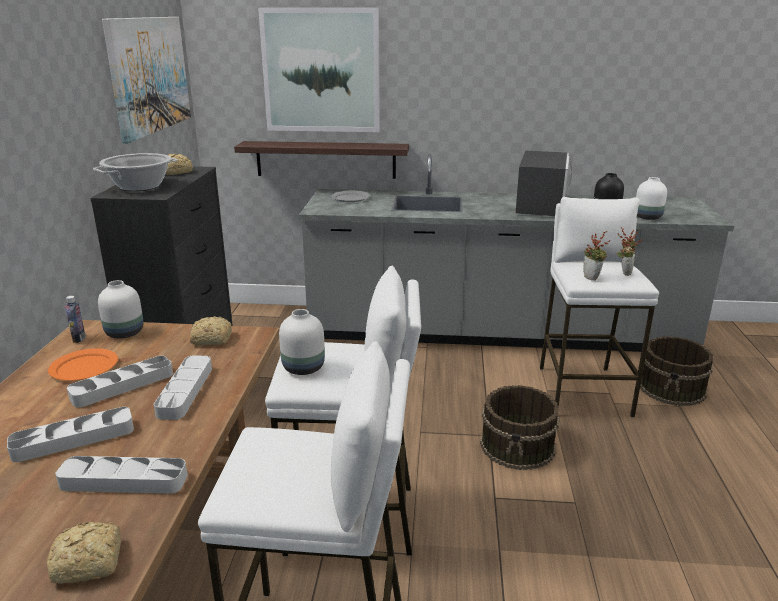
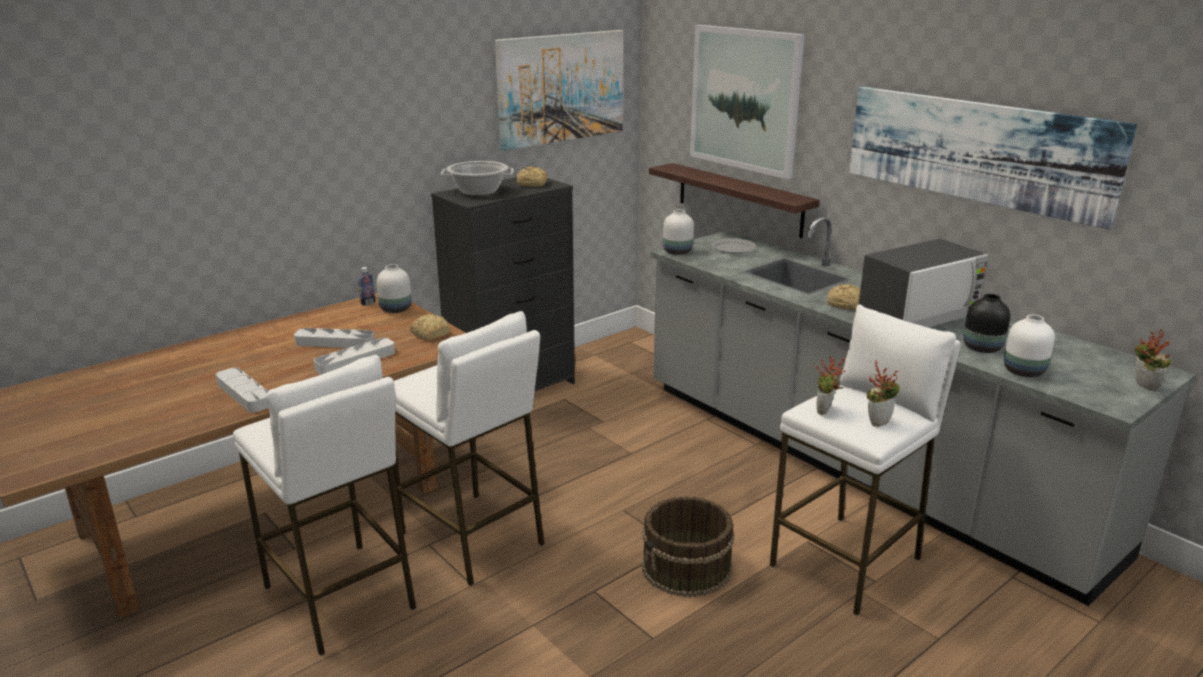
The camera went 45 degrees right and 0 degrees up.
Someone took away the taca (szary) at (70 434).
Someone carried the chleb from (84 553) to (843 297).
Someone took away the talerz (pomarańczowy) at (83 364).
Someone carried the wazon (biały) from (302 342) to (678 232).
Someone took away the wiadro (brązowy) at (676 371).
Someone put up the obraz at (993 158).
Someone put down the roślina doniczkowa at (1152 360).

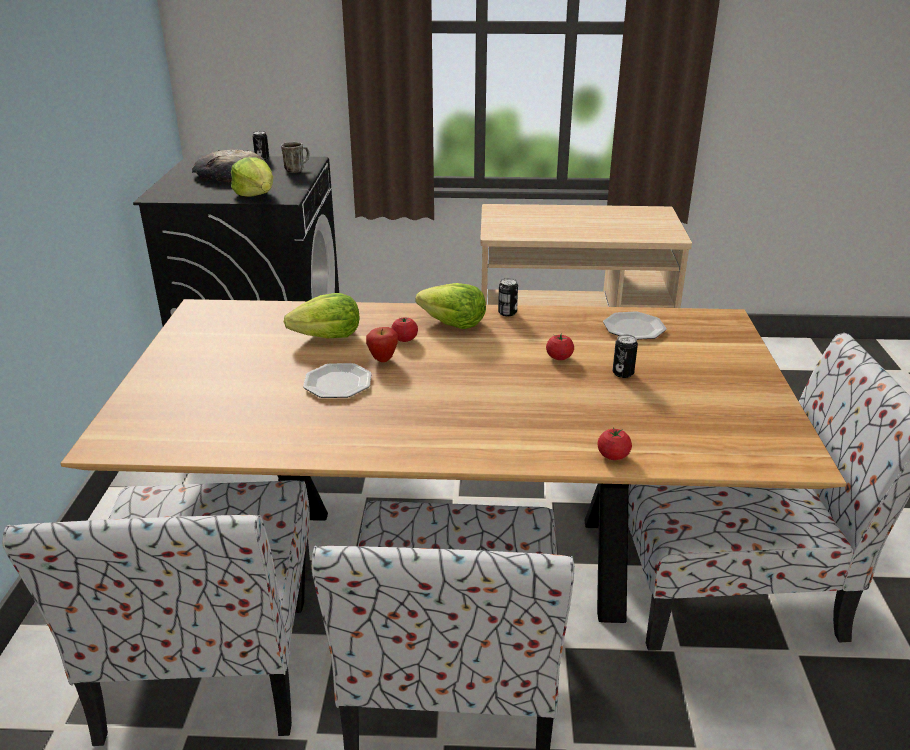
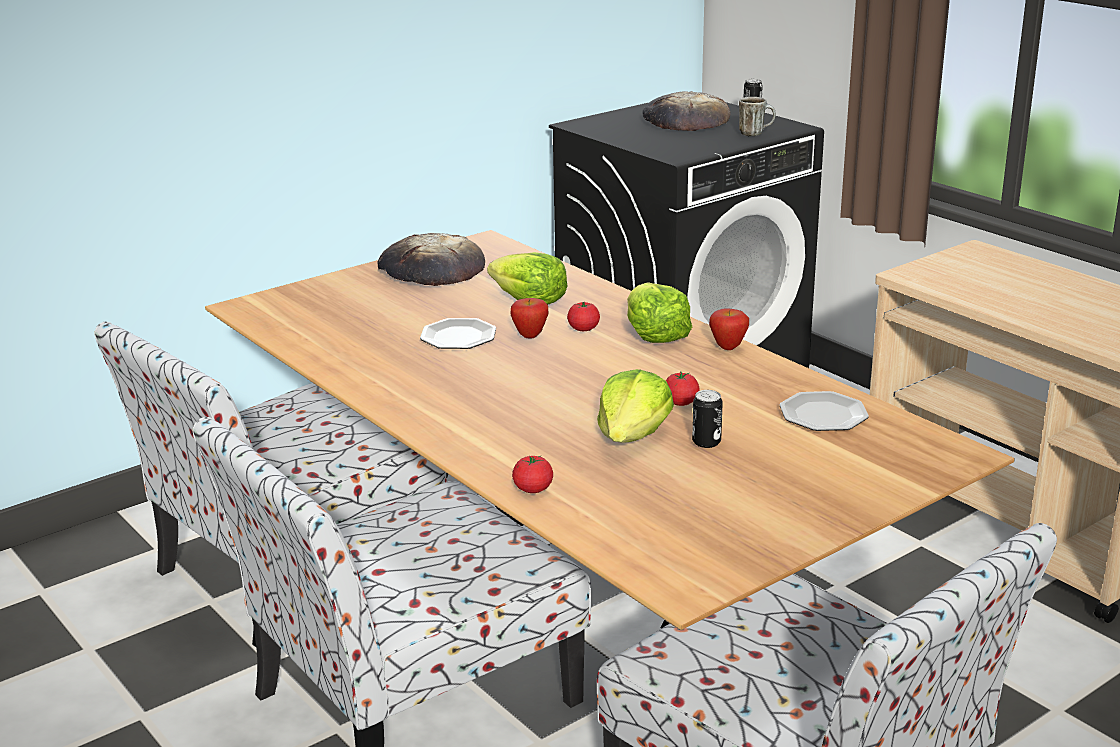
The camera went 50 degrees right and 5 degrees down.
Someone carried the sałata from (252 177) to (635 406).
Someone swapped the puszka at (508 297) for the jabłko at (729 329).
Someone put down the chleb at (431 259).

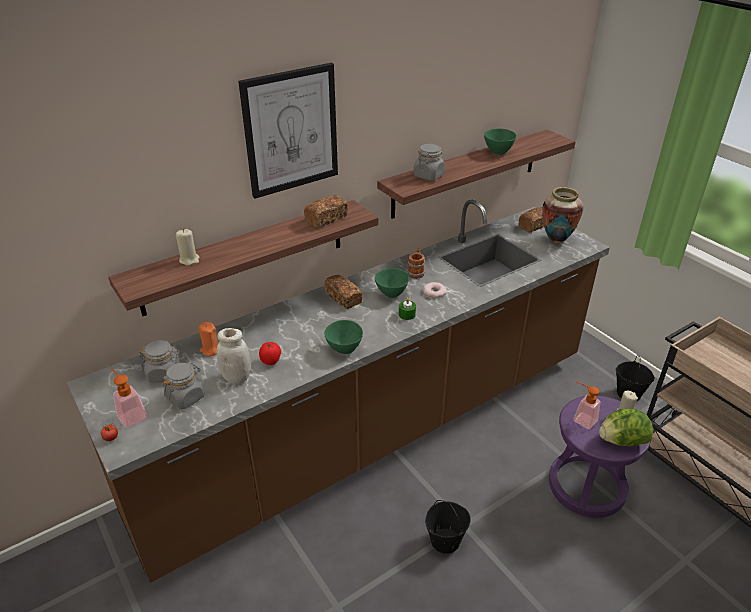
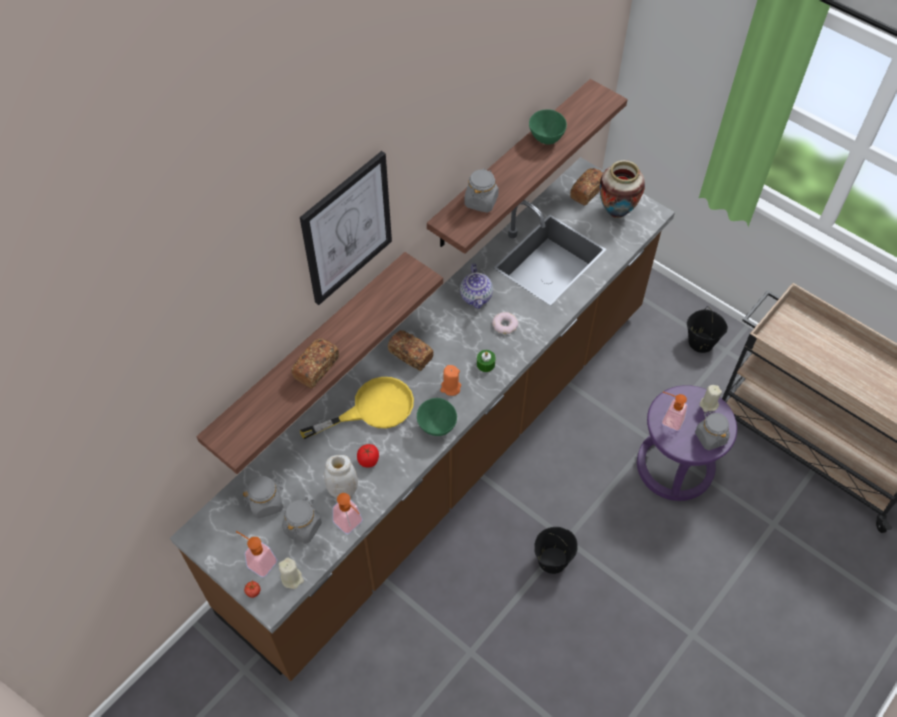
The camera went 15 degrees left and 20 degrees up.
Someone carried the świeca (beżowy) from (187 247) to (291 573).
Someone carried the świeca (pomarańczowy) from (208 339) to (450 380).
Someone carried the chleb from (326 211) to (315 363).
Someone took away the miska (zielony) at (392 283).
Someone swapped the kubek at (416 263) for the imbryk at (476 286).
Someone swapped the sałata at (626 427) for the słoik (szary) at (712 430).
Someone put down the patelnia (żółty) at (357 408).
Someone put down the dozownik mydła at (348 513).

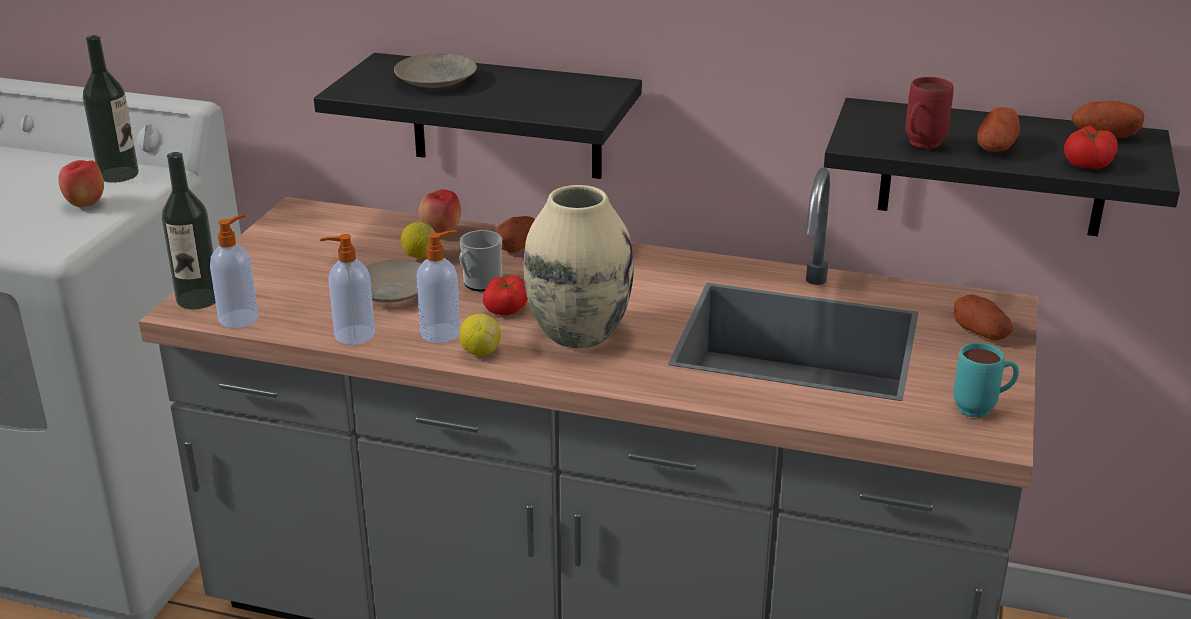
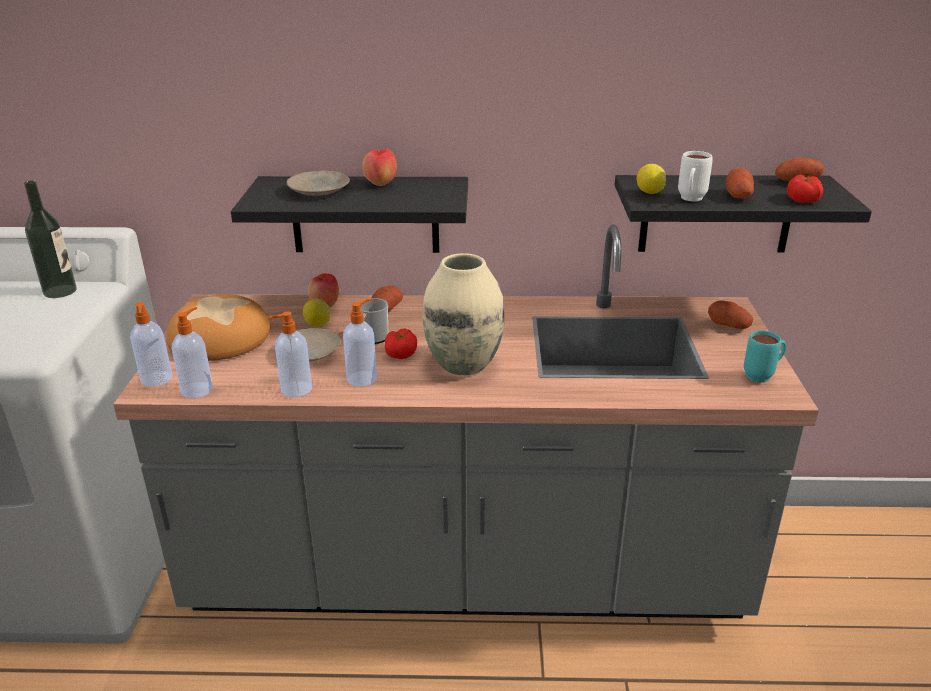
The camera went 15 degrees left and 0 degrees up.
Someone carried the jabłko from (81 183) to (379 167).
Someone swapped the butelka at (189 230) for the dozownik mydła at (151 344).
Someone carried the cytryna from (480 335) to (651 179).
Someone repainted the kubek (czerwony) at (929 113), which became the kubek (biały) at (695 176).
Someone put down the chleb at (218 327).

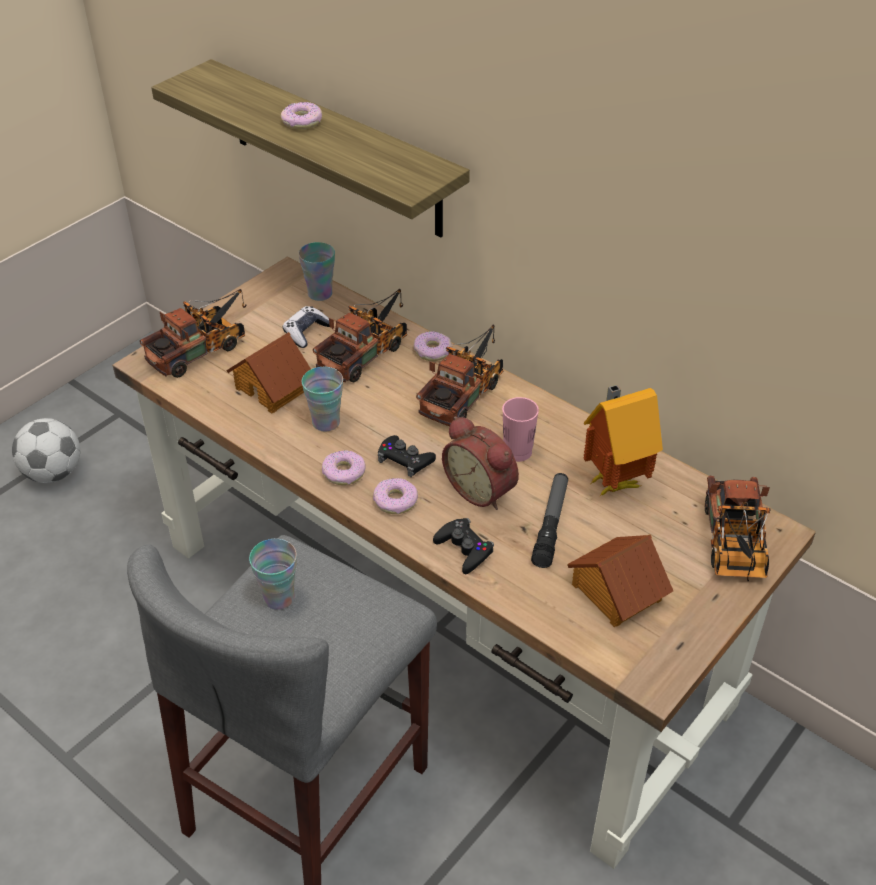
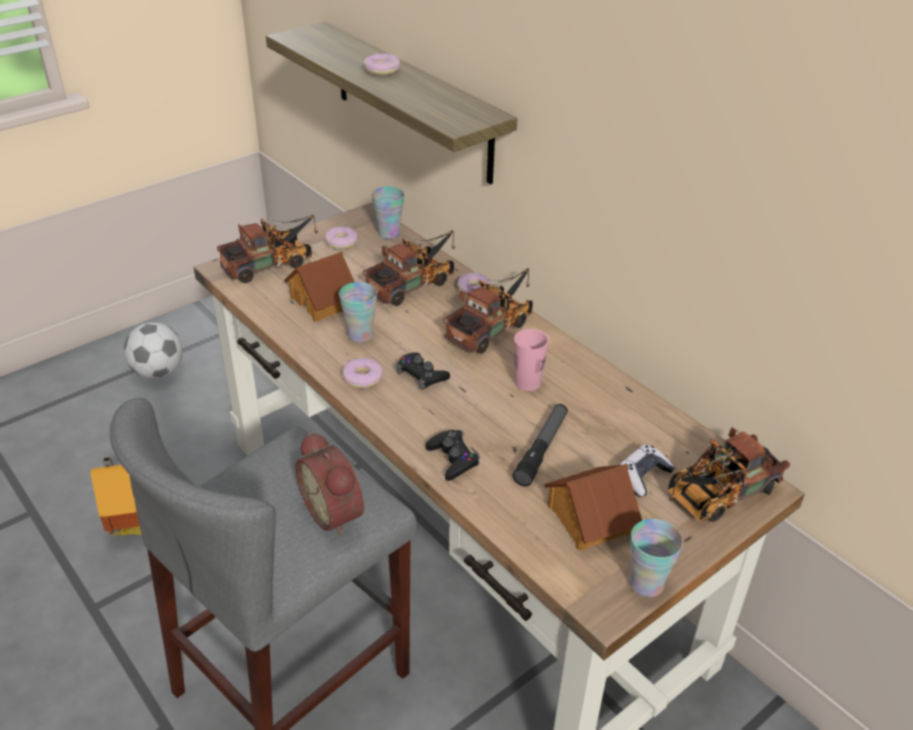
The camera went 10 degrees right and 5 degrees down.
Someone carried the filiżanka from (273 574) to (656 558).
Someone carried the pad do gier from (306 327) to (647 470).
Someone carried the donut from (395 496) to (342 238).
Someone carried the budzik from (480 463) to (330 484).
Someone carried the domek from (623 441) to (116 496).
Someone rotated the ciężarówka zabawkowa at (738 528) by 45 degrees clockwise.

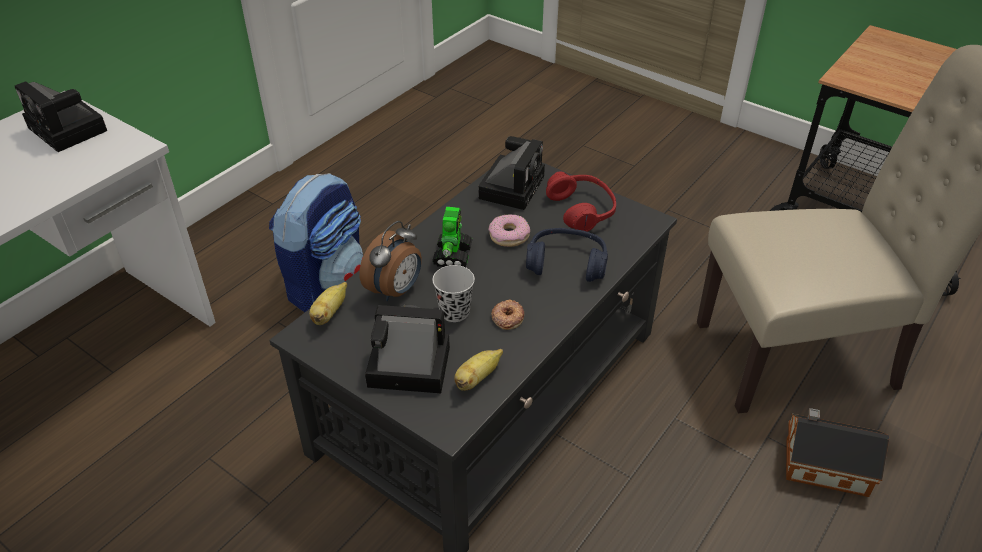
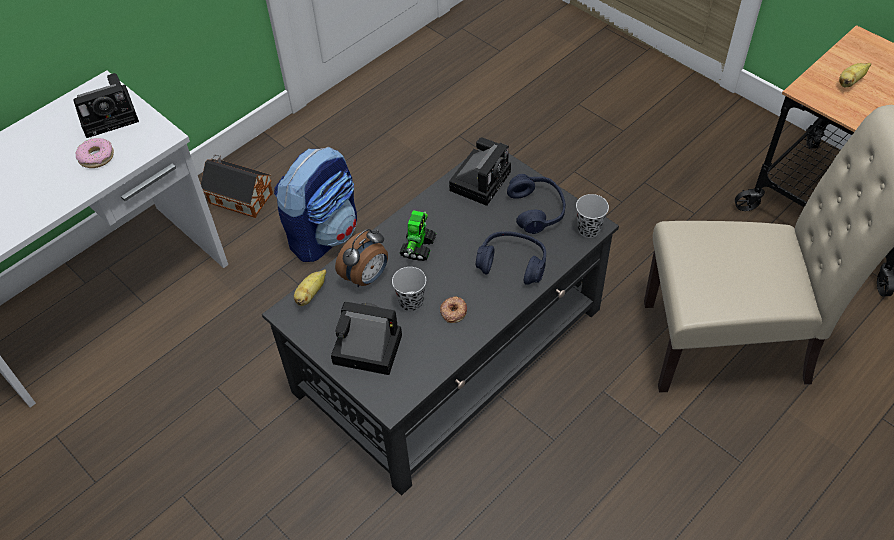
The camera went 10 degrees right and 10 degrees up.
Someone rotated the aparat fotograficzny at (61 116) by 75 degrees counterclockwise.
Someone carried the banan from (478 370) to (855 75).
Someone carried the donut from (509 230) to (95 153).
Someone repainted the słuchawki (czerwony) at (581 202), which became the słuchawki (niebieski) at (536 204).
Someone carried the domek from (837 452) to (237 186).
Someone put down the filiżanka (czarny) at (592 216).

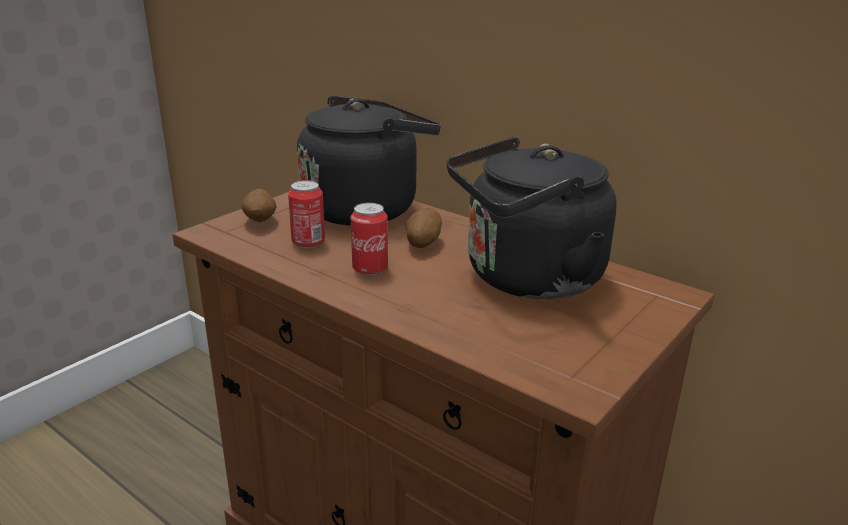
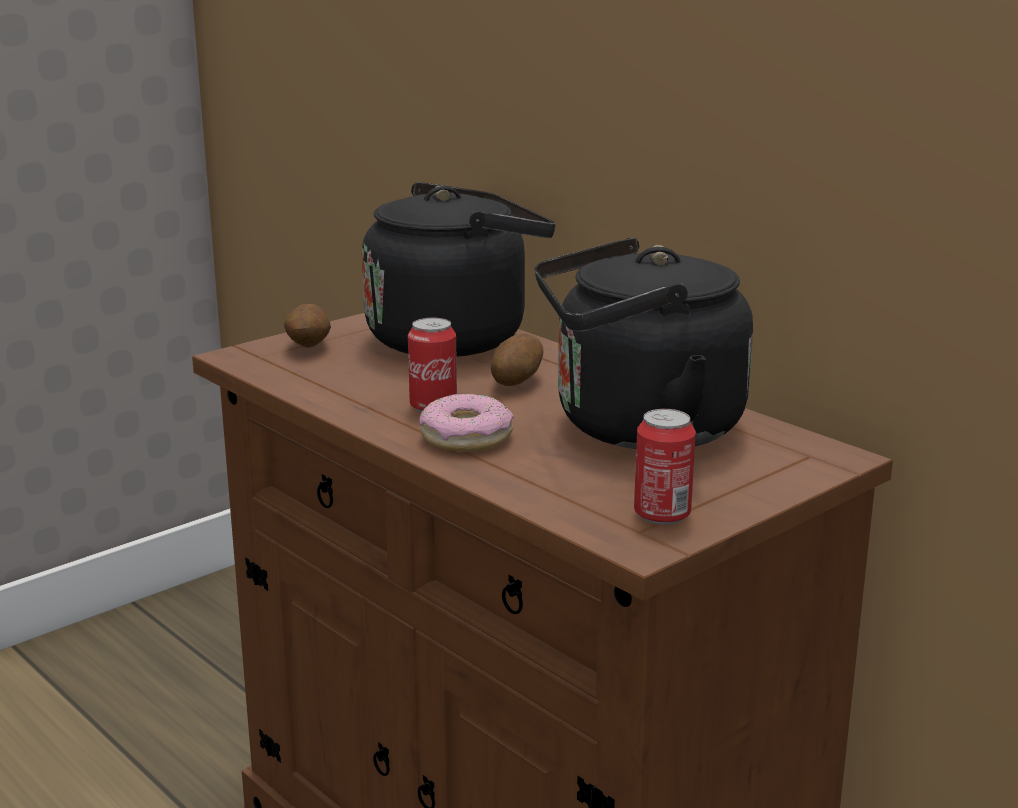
The camera went 10 degrees right and 5 degrees down.
Someone carried the puszka from (306 214) to (665 467).
Someone put down the donut at (467 423).

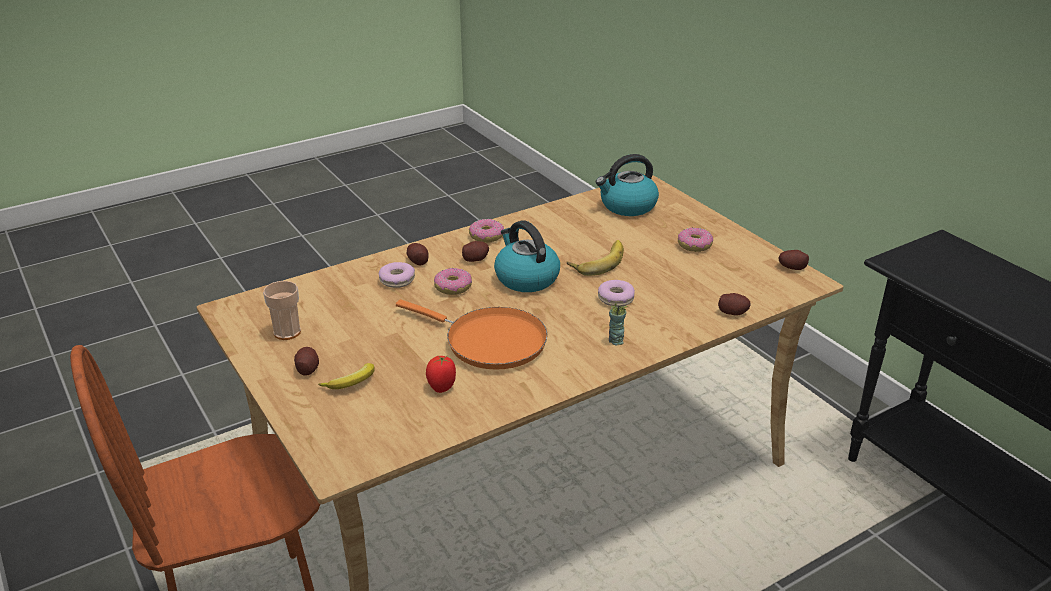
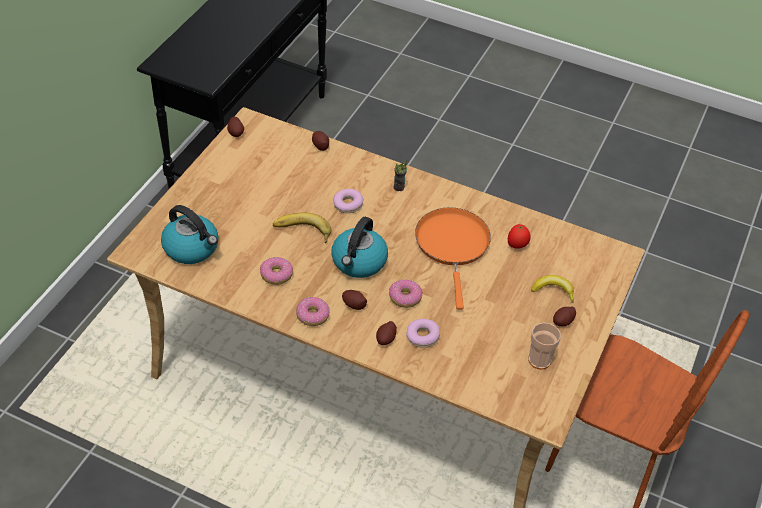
The camera went 125 degrees left and 15 degrees up.
Someone carried the donut from (695 240) to (276 271).

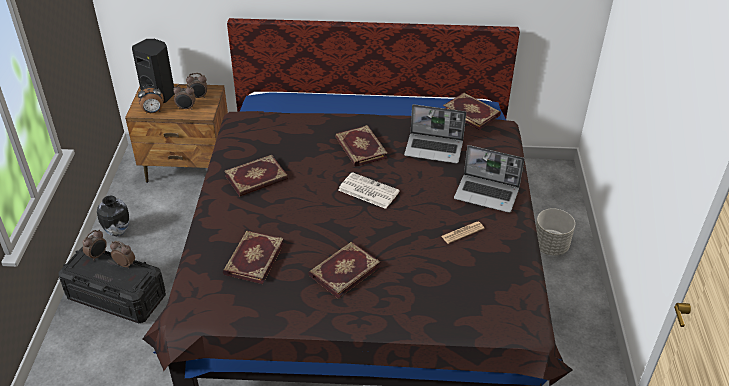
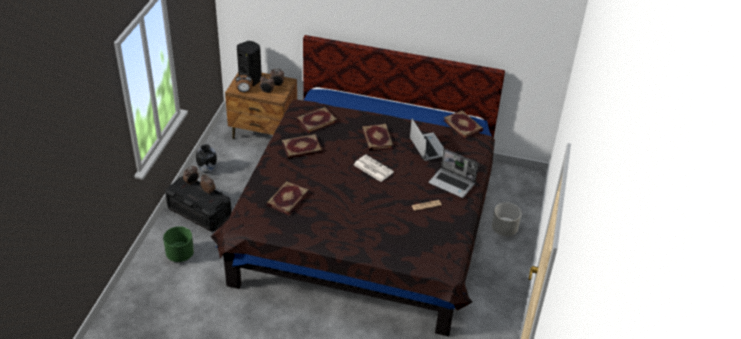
The camera went 10 degrees right and 0 degrees up.
Someone carried the książka from (344 270) to (317 120).
Someone rotated the laptop at (435 133) by 135 degrees counterclockwise.
Someone put down the donica (zielony) at (178 244).

